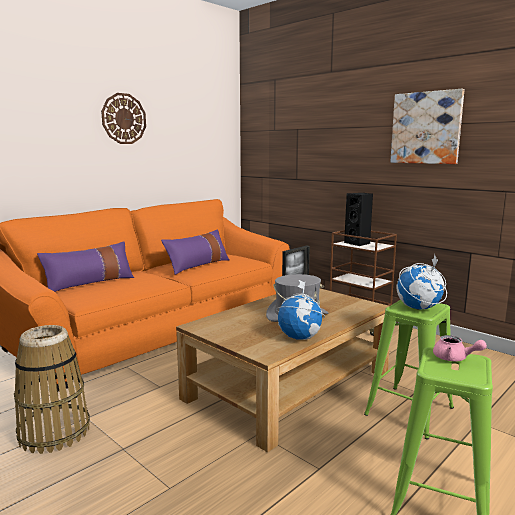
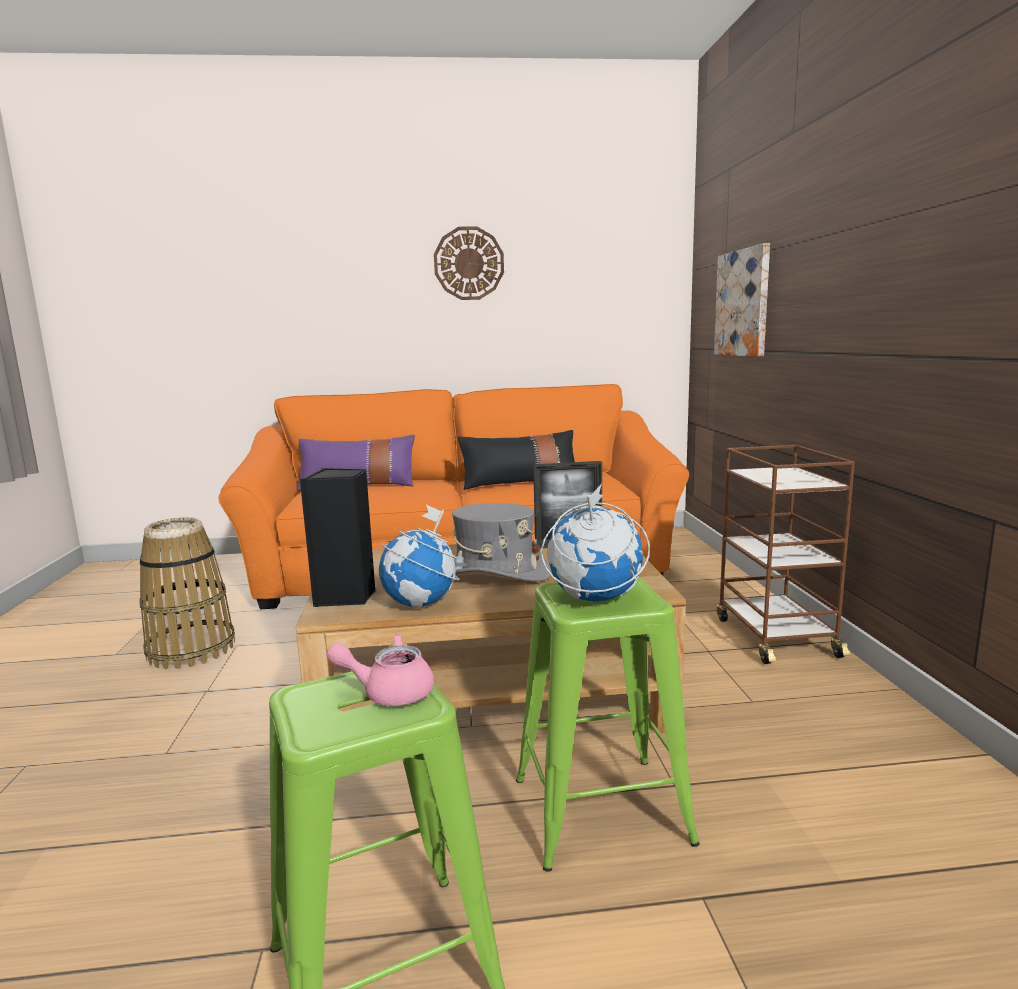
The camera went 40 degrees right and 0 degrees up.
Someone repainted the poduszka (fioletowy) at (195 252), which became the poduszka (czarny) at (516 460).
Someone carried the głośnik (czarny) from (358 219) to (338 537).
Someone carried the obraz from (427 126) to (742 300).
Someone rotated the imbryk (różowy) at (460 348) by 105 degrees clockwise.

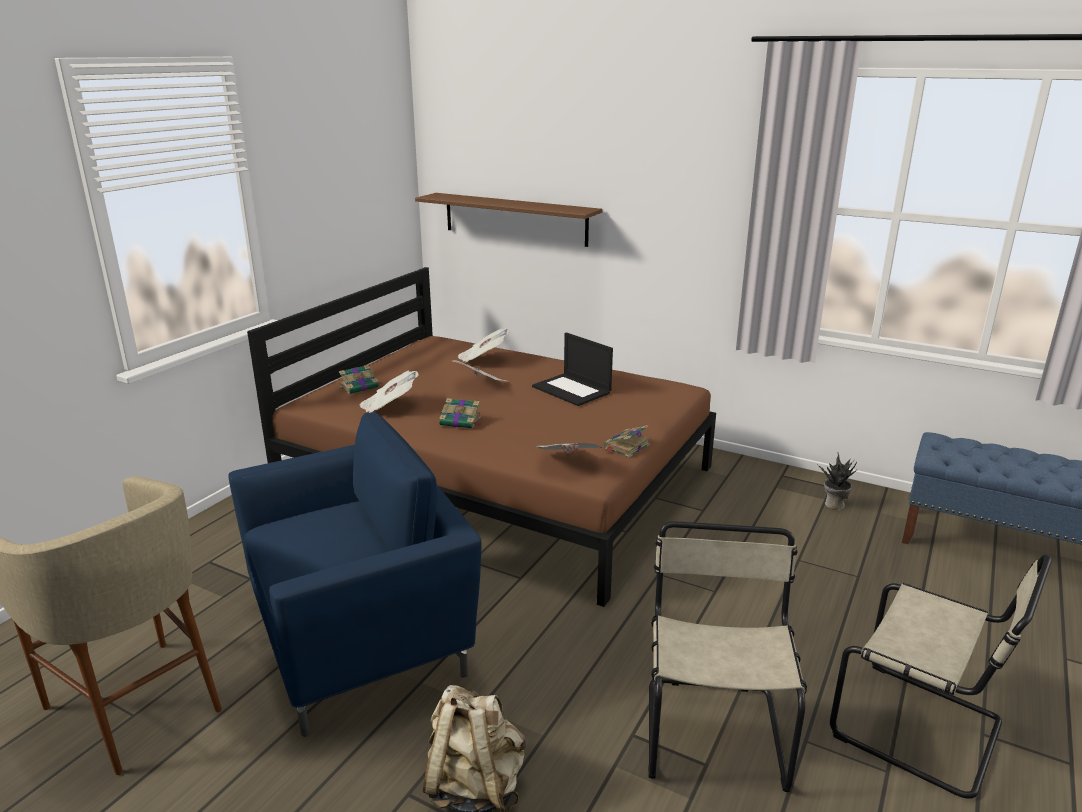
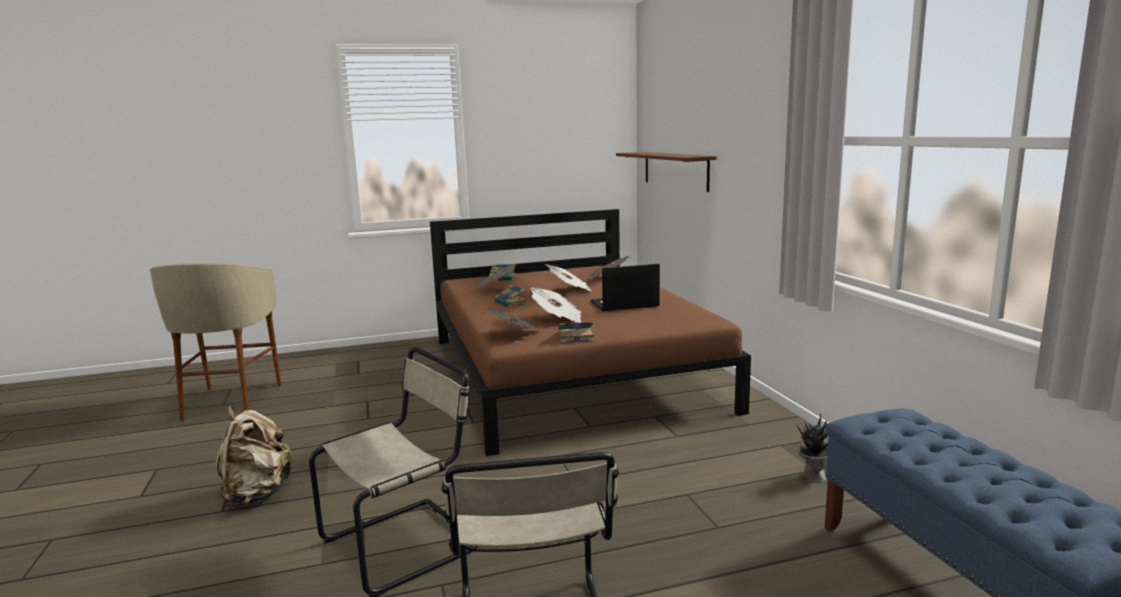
The camera went 45 degrees right and 10 degrees down.
Someone took away the fotel (niebieski) at (354 574).
Someone rotated the laptop at (572 369) by 75 degrees clockwise.
Someone put down the gazeta at (556 305).

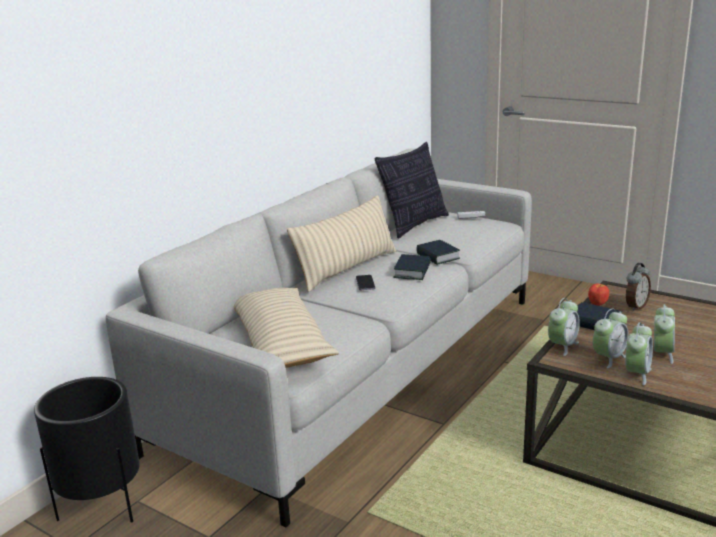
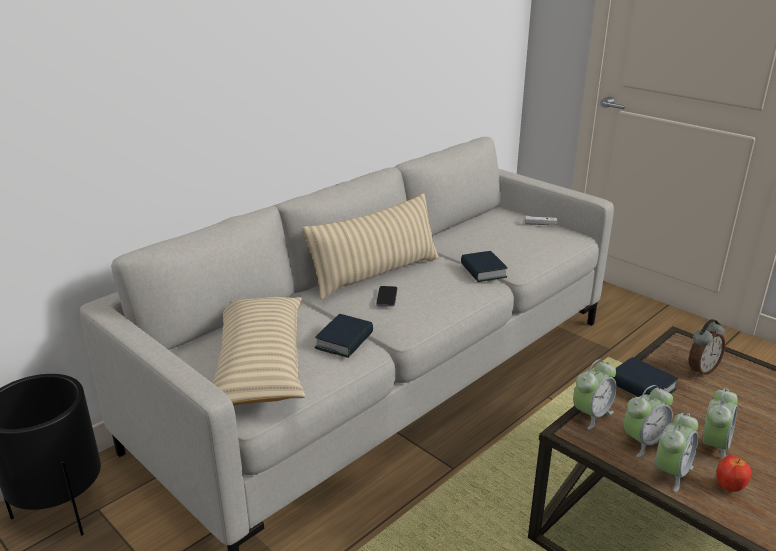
The camera went 10 degrees right and 5 degrees up.
Someone took away the poduszka at (412 190).
Someone carried the książka from (412 267) to (344 336).
Someone carried the jabłko from (598 294) to (733 474).

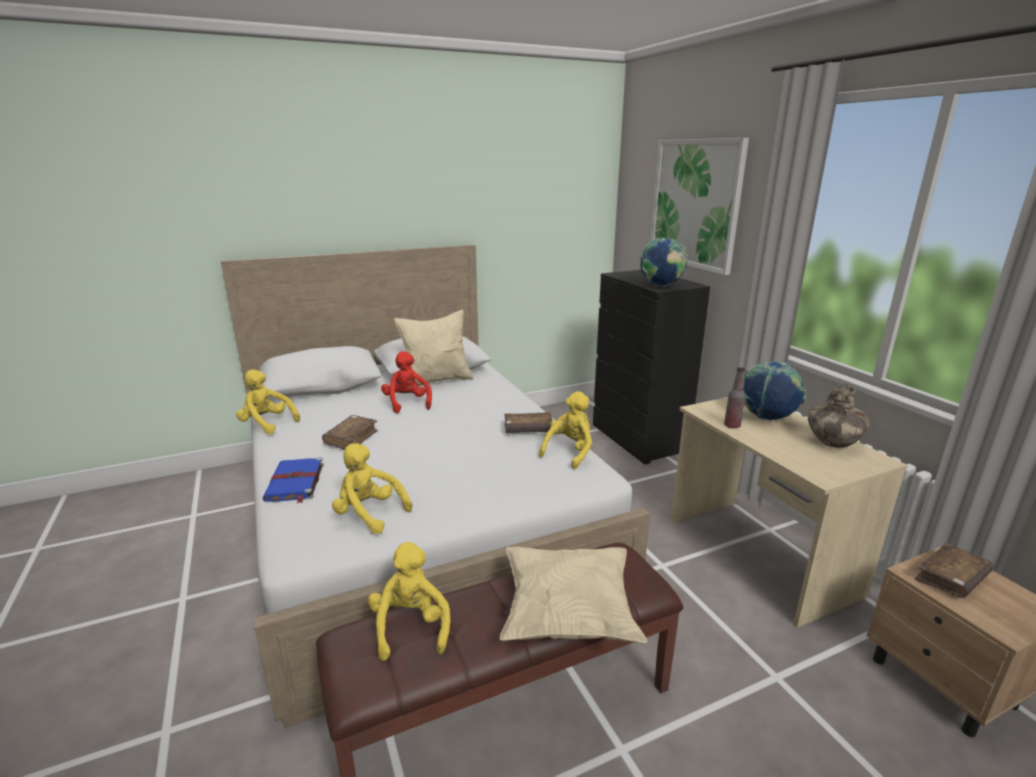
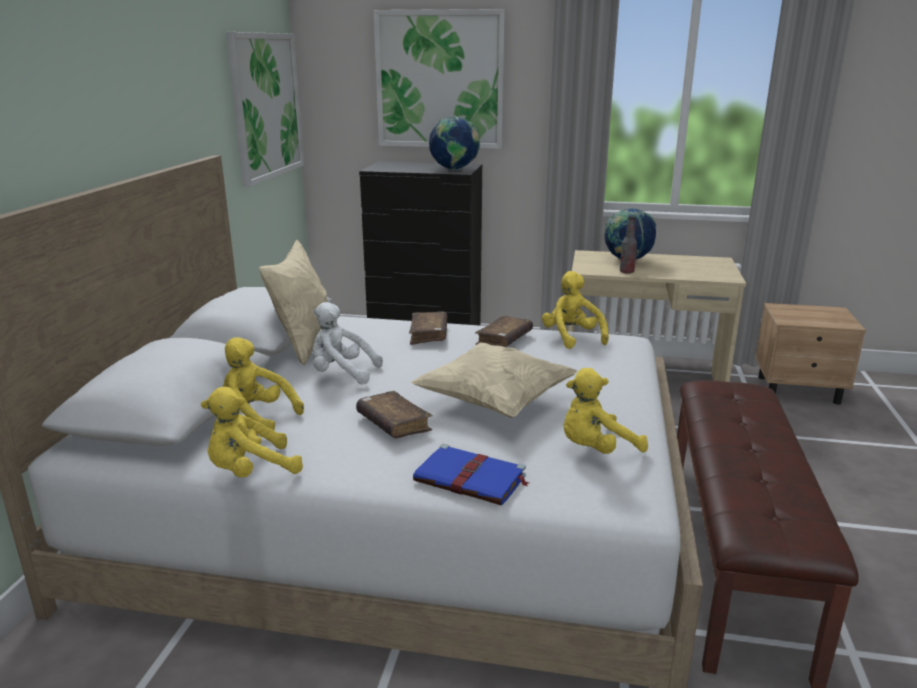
The camera went 55 degrees left and 0 degrees up.
Someone carried the pluszak (żółty) from (409 601) to (263 384).
Someone repainted the pluszak (czerwony) at (406 382), which became the pluszak (biały) at (347 343).
Someone carried the poduszka (beżowy) from (574 595) to (494 380).
Someone took away the wazon at (839 416).
Someone carried the książka (brązowy) from (954 570) to (428 328).
Someone put up the obraz at (265 109).

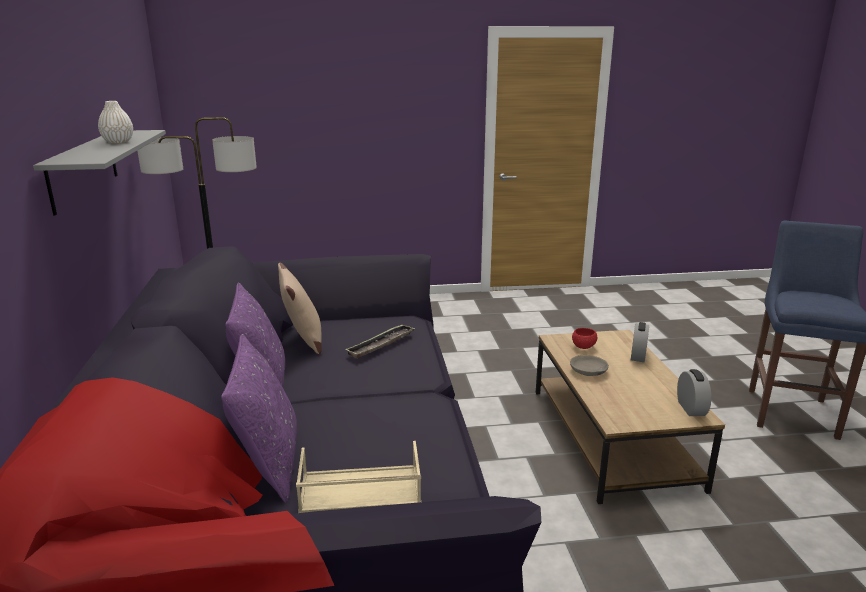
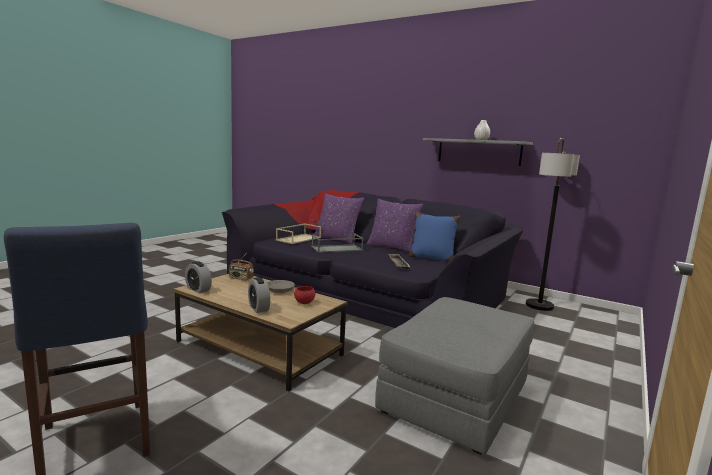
The camera went 130 degrees right and 10 degrees down.
Someone repainted the poduszka (beżowy) at (300 308), which became the poduszka (niebieski) at (434 237).
Someone put down the radio at (241 266).
Someone put down the taca (szary) at (338 243).
Someone put down the pufa (szary) at (454 375).

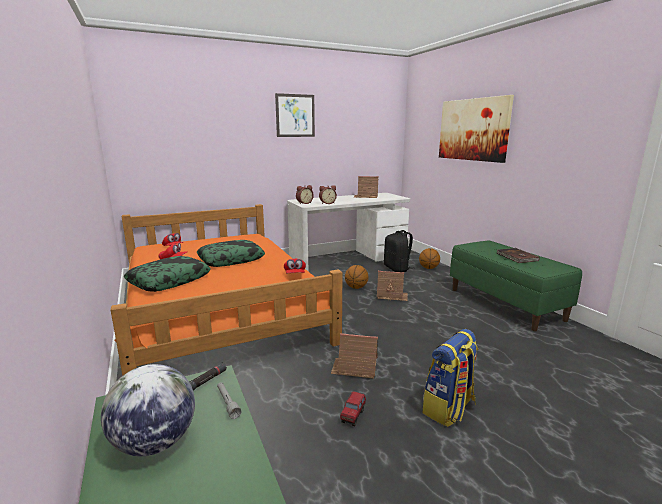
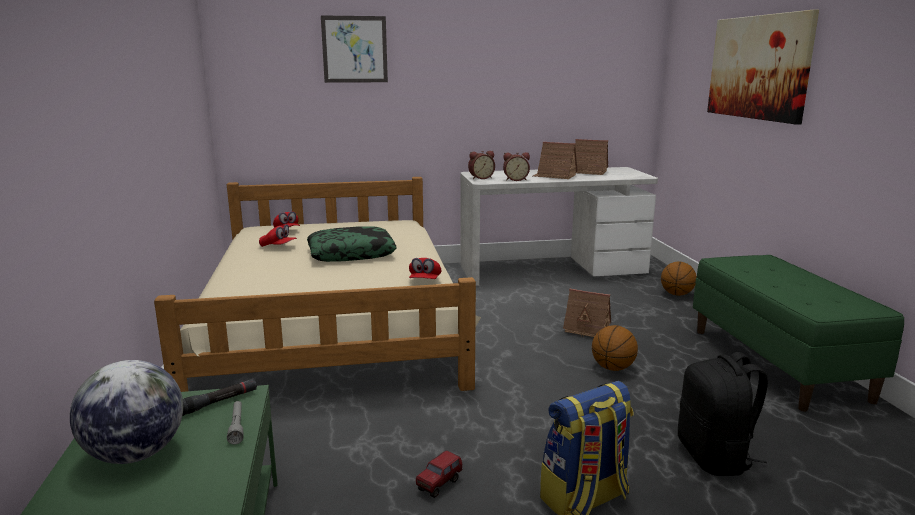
The camera went 15 degrees right and 0 degrees up.
Someone repainted the łóżko (pomarańczowy) at (227 290), which became the łóżko (beżowy) at (317 284).
Someone took away the poduszka at (167 274).
Someone carried the obraz from (295 115) to (354 49).
Someone carried the domek from (354 356) to (555 160).
Someone carried the piłka do koszykówki from (356 277) to (615 348).
Someone carried the plecak (czarny) from (398 251) to (723 414).
Someone took away the książka (brązowy) at (518 255).

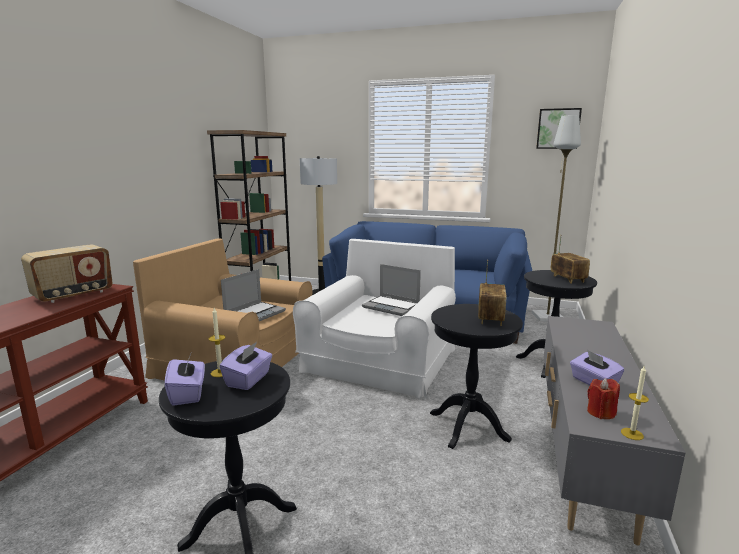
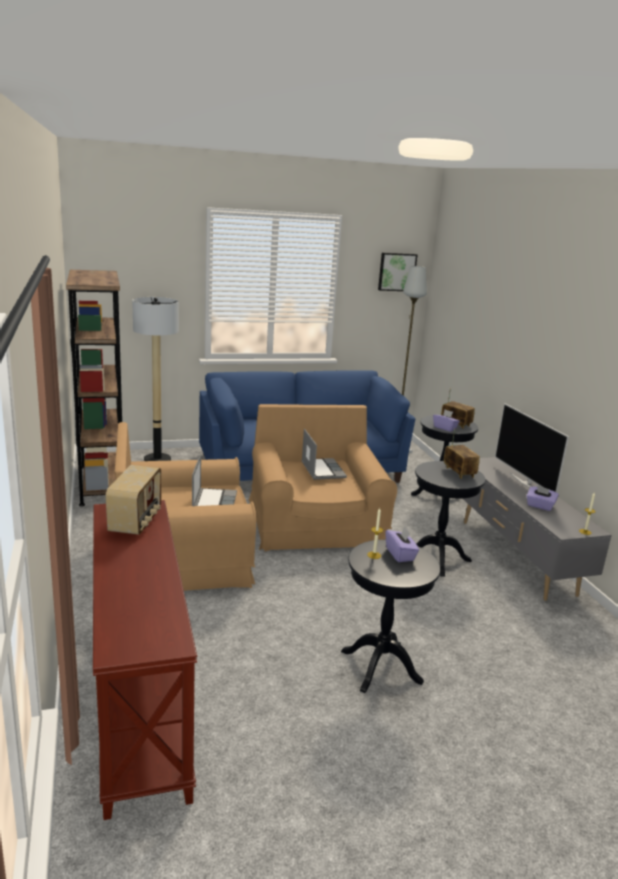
The camera went 35 degrees left and 5 degrees up.
Someone carried the pudełko chusteczek (fioletowy) from (185 380) to (446 421).
Someone repainted the fotel (biały) at (374 319), which became the fotel (brązowy) at (323 478).
Someone rotated the laptop at (391 290) by 105 degrees counterclockwise.
Someone took away the świeca (czerwony) at (603 398).
Someone put down the telewizor at (532 447).

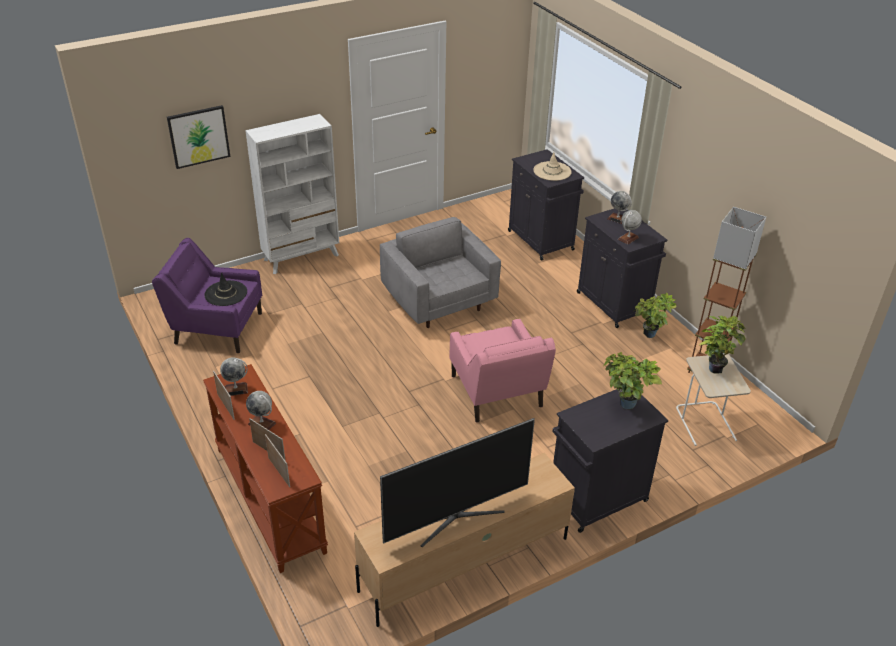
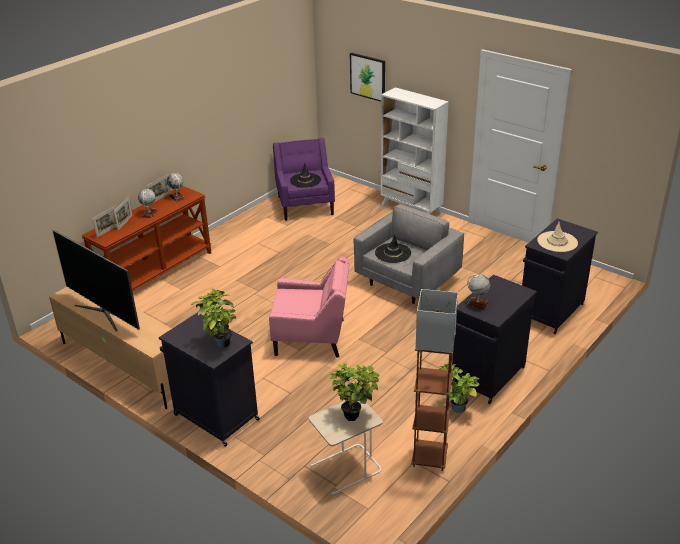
The camera went 70 degrees right and 5 degrees down.
Someone rotated the fotel (różowy) at (502 371) by 135 degrees counterclockwise.
Someone took away the globus at (619 207).
Someone put down the kapelusz (czarny) at (393 249).

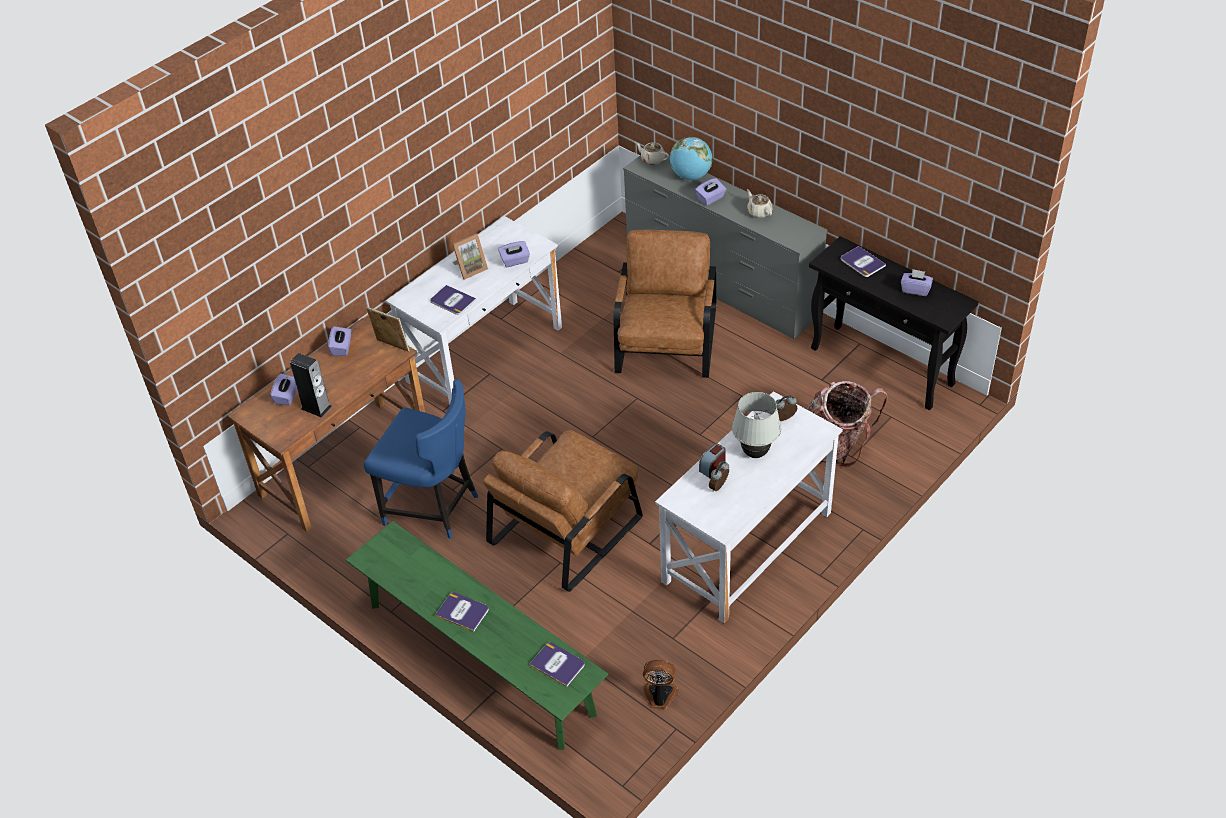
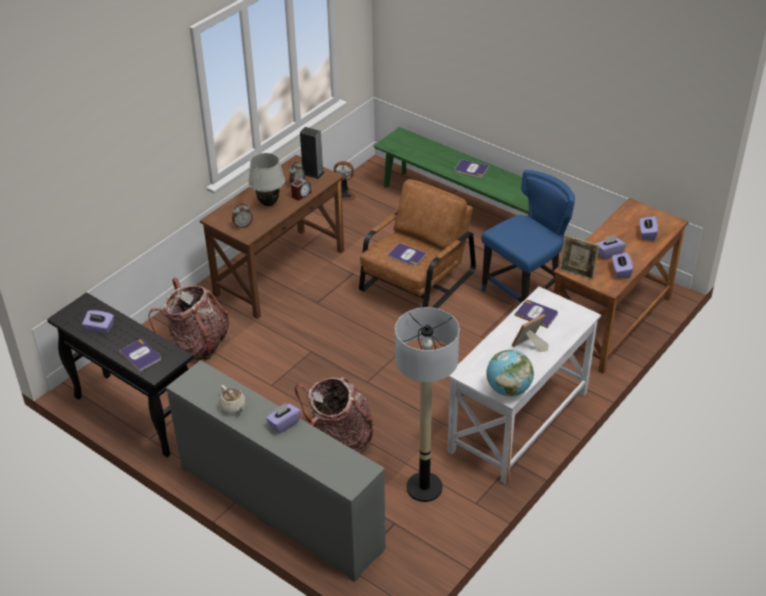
The camera went 175 degrees right and 5 degrees down.
Someone carried the głośnik from (311 385) to (312 153).
Someone rotated the krzesło (niebieski) at (421 459) by 120 degrees clockwise.
Someone carried the pudełko chusteczek (fioletowy) from (514 254) to (611 247).
Someone carried the książka from (557 664) to (407 254).
Someone swapped the fotel (brązowy) at (664 304) for the plecak at (334 414).
Someone took away the imbryk (beżowy) at (652 153).
Someone repainted the biurko (biały) at (749 507), which became the biurko (brązowy) at (272 237).
Someone carried the globus from (691 158) to (510 373).
Someone put down the lampa stojąca at (427 404).

